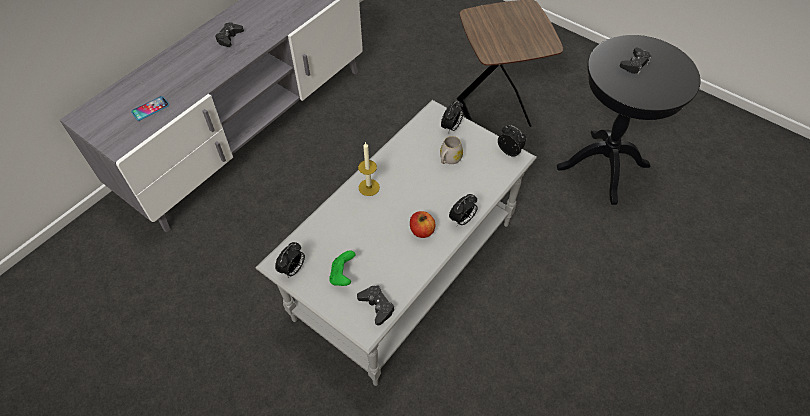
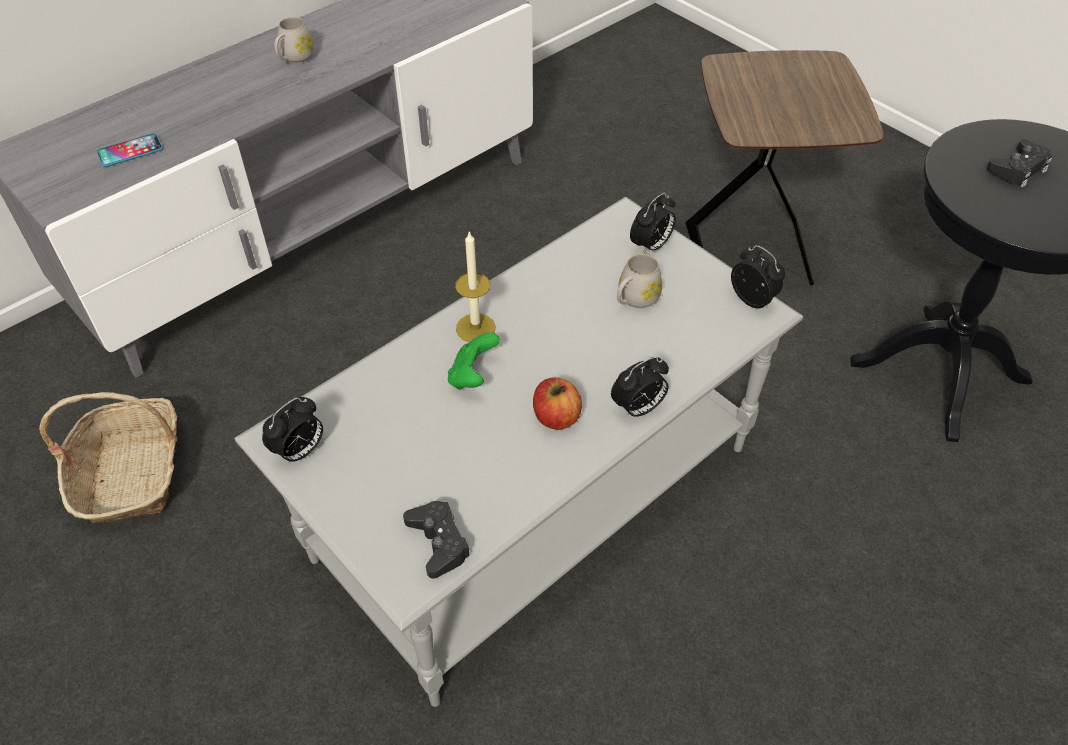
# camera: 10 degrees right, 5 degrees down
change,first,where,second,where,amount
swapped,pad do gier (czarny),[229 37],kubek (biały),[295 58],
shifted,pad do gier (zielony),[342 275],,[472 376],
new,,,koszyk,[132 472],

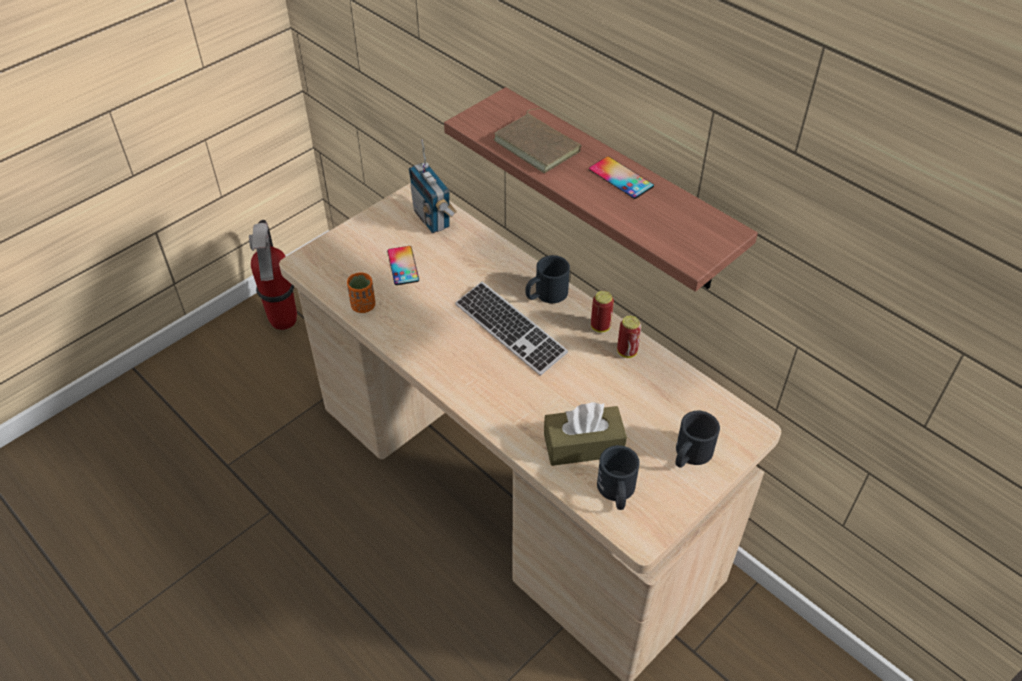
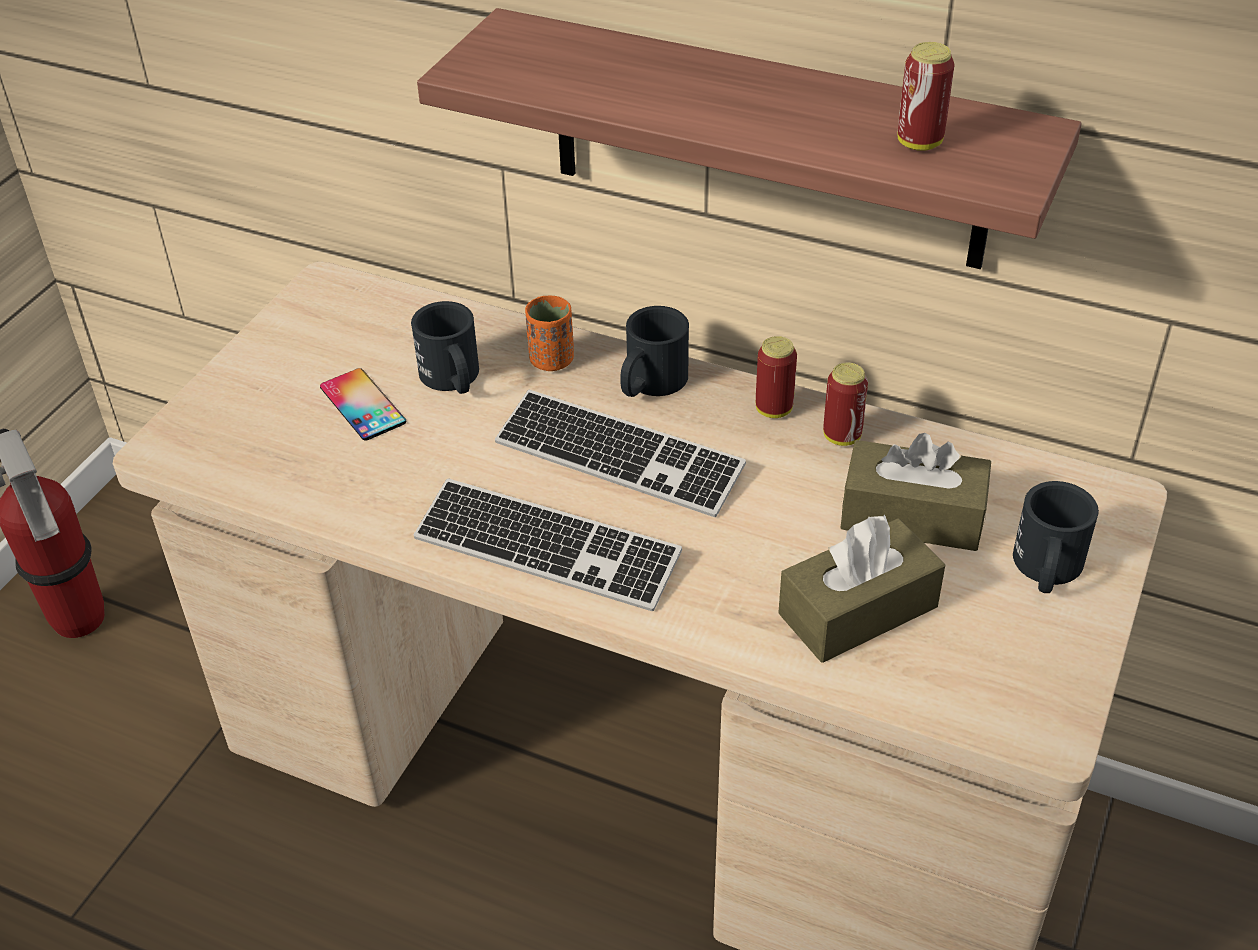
# camera: 20 degrees left, 5 degrees down
change,first,where,second,where,amount
gone,książka (brązowy),[539 146],,,
gone,radio,[432 219],,,
gone,telefon,[621 178],,,
shifted,filiżanka (pomarańczowy),[363 306],,[551 360],
shifted,kubek (czarny),[617 492],,[453 380],
new,,,puszka,[919 143],
new,,,pudełko chusteczek (brązowy),[912 516],
new,,,klawiatura,[546 549],

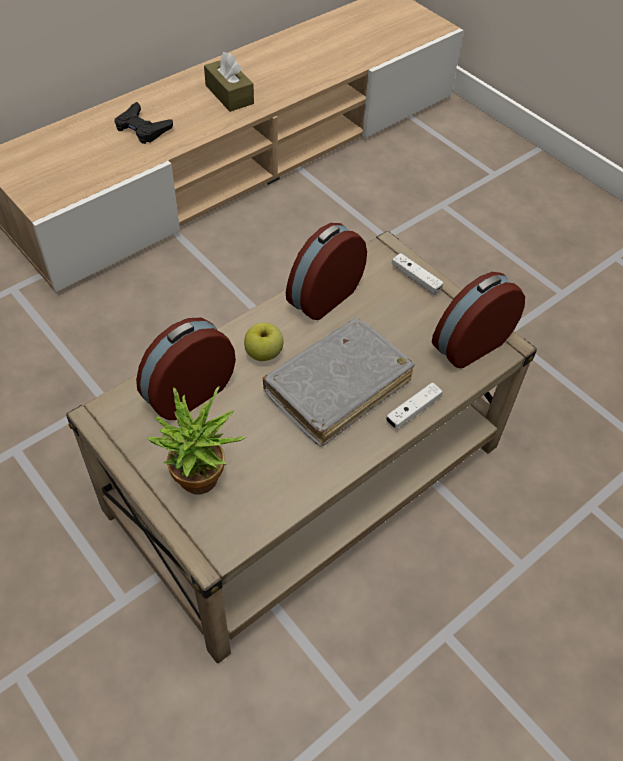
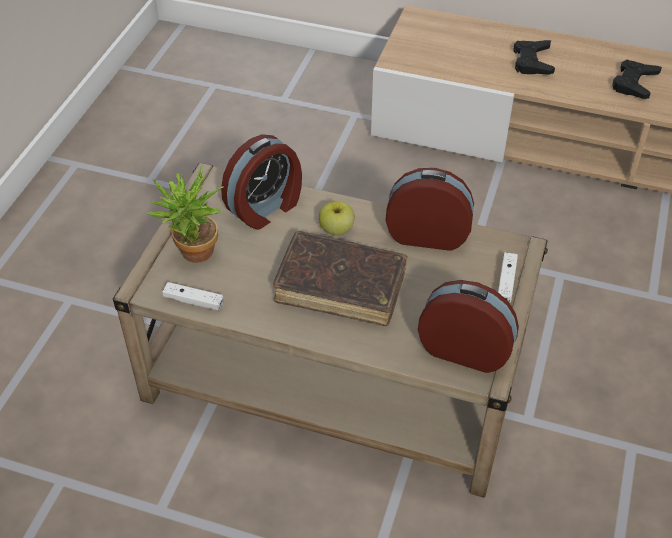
# camera: 60 degrees right, 5 degrees down
change,first,where,second,where,amount
swapped,pudełko chusteczek (brązowy),[229 94],pad do gier (czarny),[634 83],
rotated,budzik,[187 391],,[266 208],120 degrees clockwise
repainted,książka (szary),[337 388],książka (brązowy),[340 287],
shifted,pad do gier (biały),[413 410],,[194 301],

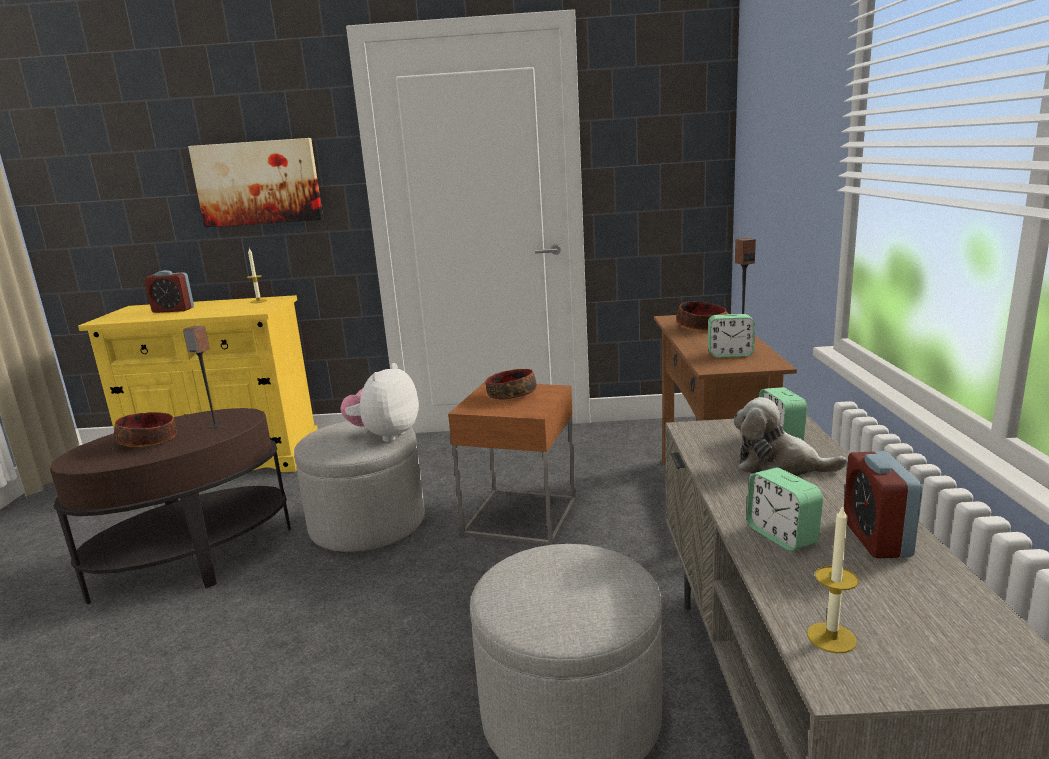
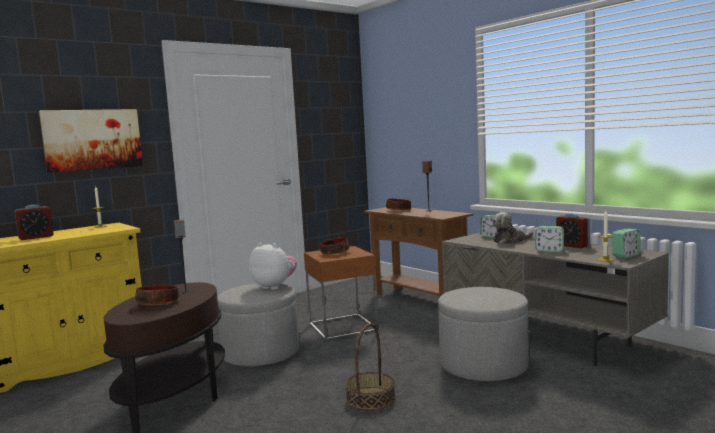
# camera: 40 degrees left, 10 degrees down
change,first,where,second,where,amount
shifted,budzik,[730 354],,[626 255],
rotated,pluszak,[385 435],,[274 286],135 degrees clockwise
new,,,koszyk,[370 398],

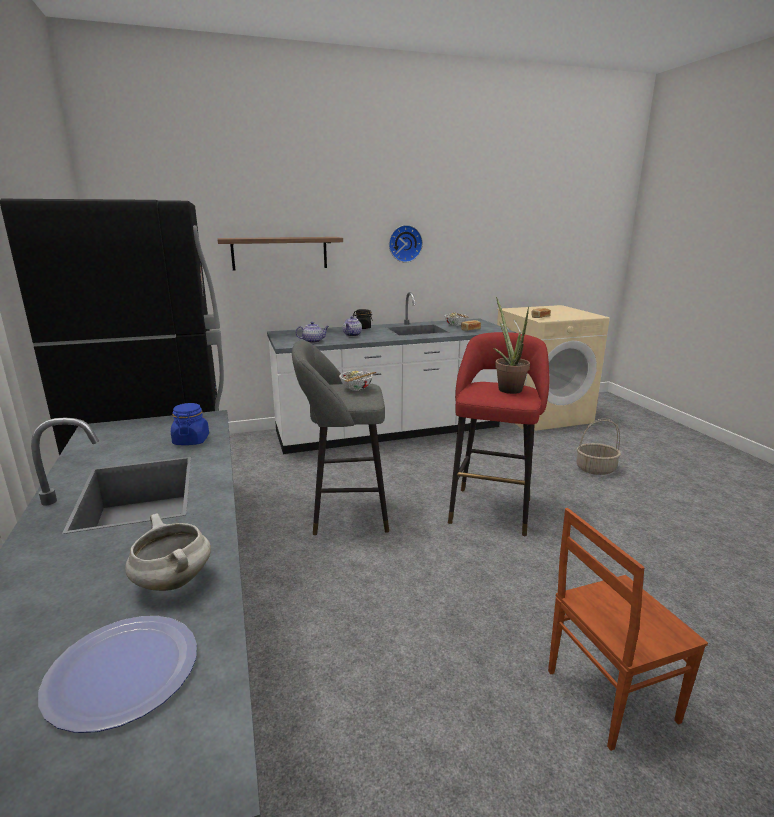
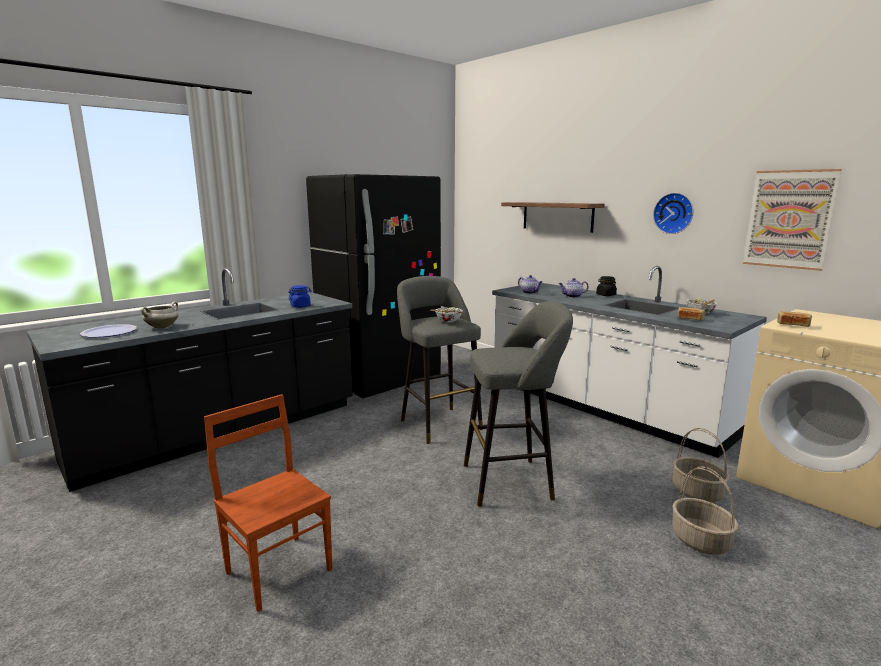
# camera: 65 degrees right, 5 degrees down
change,first,where,second,where,amount
gone,roślina doniczkowa,[507 388],,,
repainted,stołek (czerwony),[491 508],stołek (szary),[512 481],
new,,,obraz,[789 219],
new,,,koszyk,[697 492],

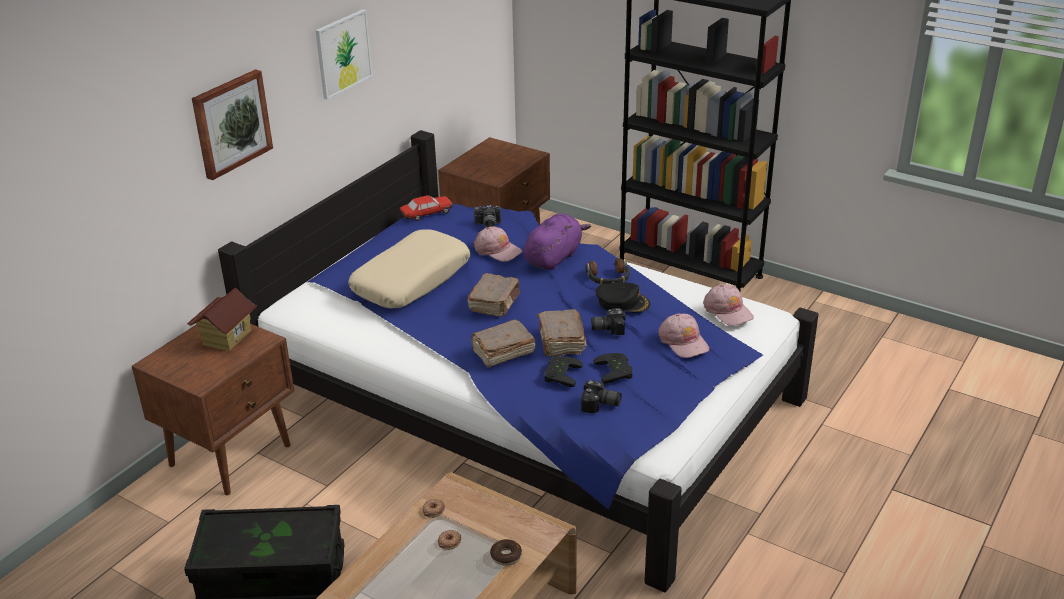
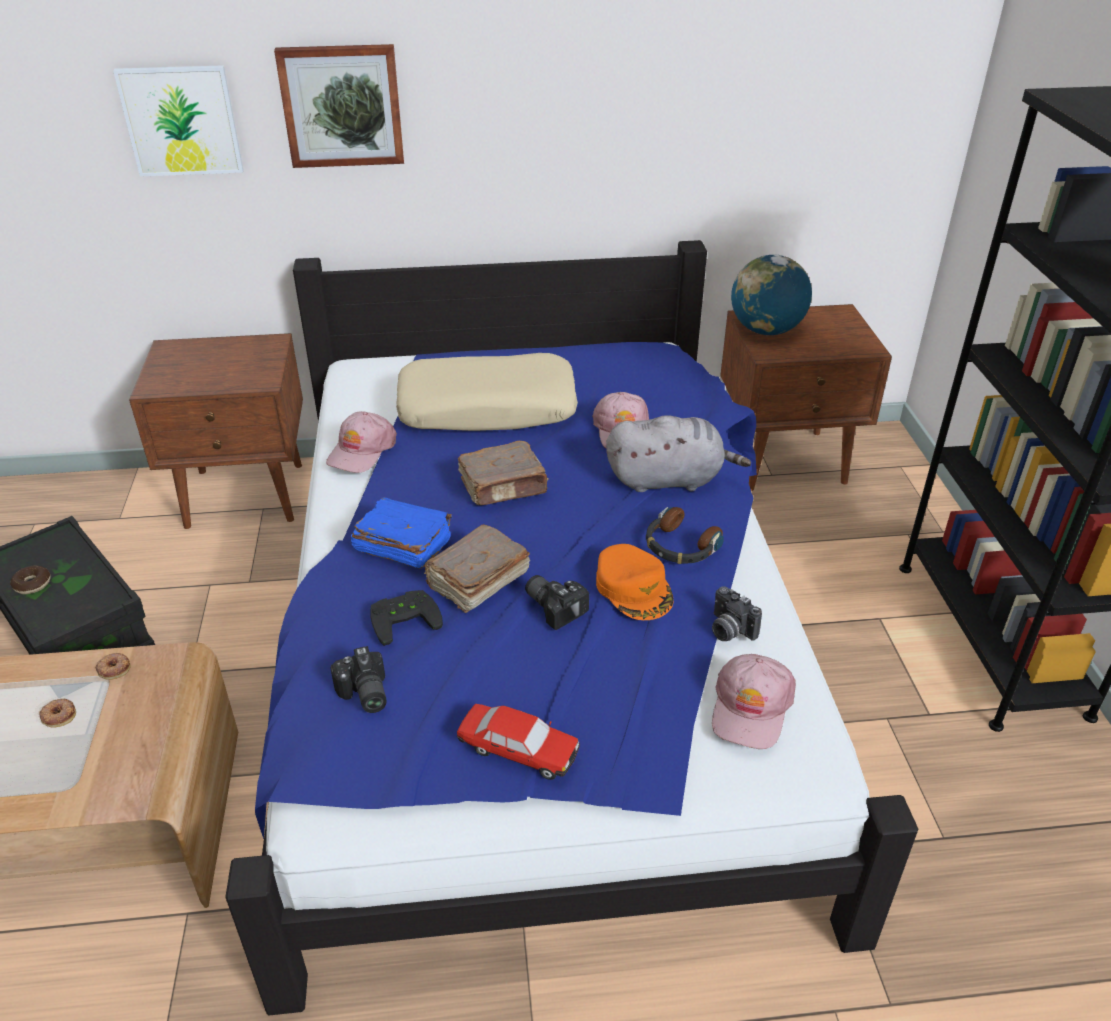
# camera: 50 degrees right, 5 degrees up
change,first,where,second,where,amount
shifted,obraz,[343 53],,[181 121],
shifted,samochodzik,[426 214],,[518 750],
shifted,aparat fotograficzny,[487 225],,[728 630],
repainted,pluszak (fioletowy),[554 258],pluszak (szary),[669 480],
repainted,czapka z daszkiem (czarny),[622 302],czapka z daszkiem (pomarańczowy),[634 588],
gone,domek,[226 338],,,
shifted,czapka z daszkiem (różowy),[683 341],,[361 451],
repainted,książka (brązowy),[502 352],książka (niebieski),[402 546],
gone,pad do gier (czarny),[616 371],,,
shifted,donut,[506 556],,[32 584],
new,,,globus,[766 331],

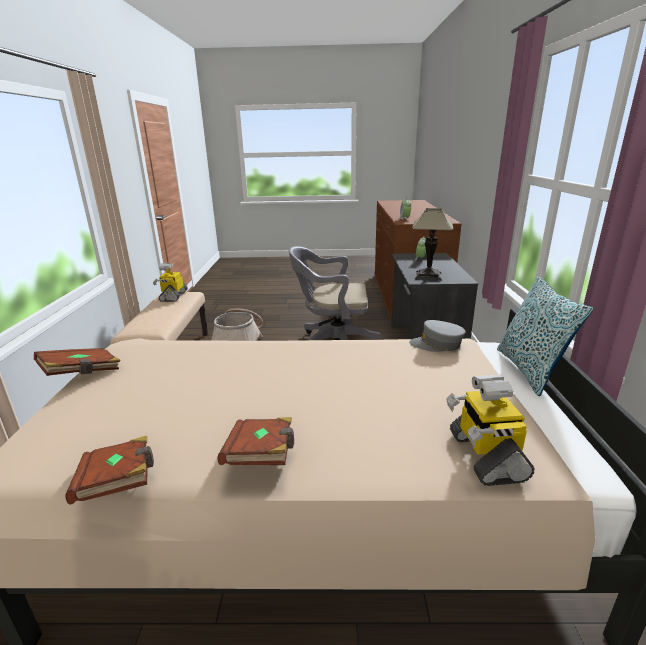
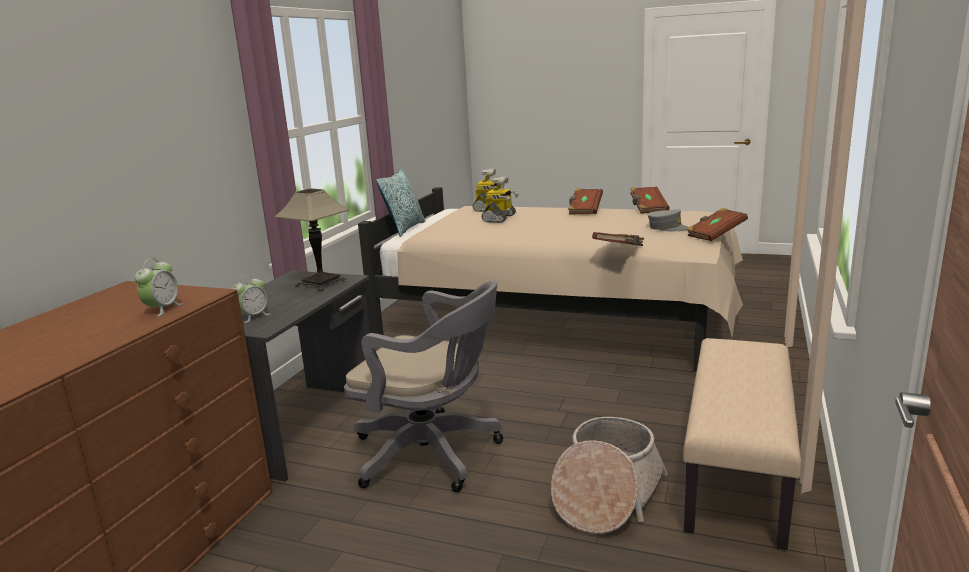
# camera: 160 degrees left, 5 degrees down
change,first,where,second,where,amount
shifted,robot zabawkowy,[173 296],,[500 218],
shifted,czapka z daszkiem (szary),[437 344],,[668 228],
new,,,książka (brązowy),[619 250],

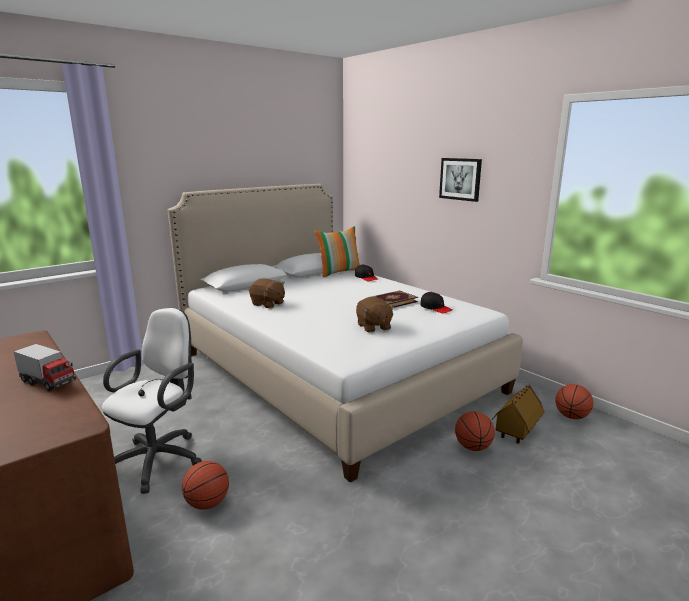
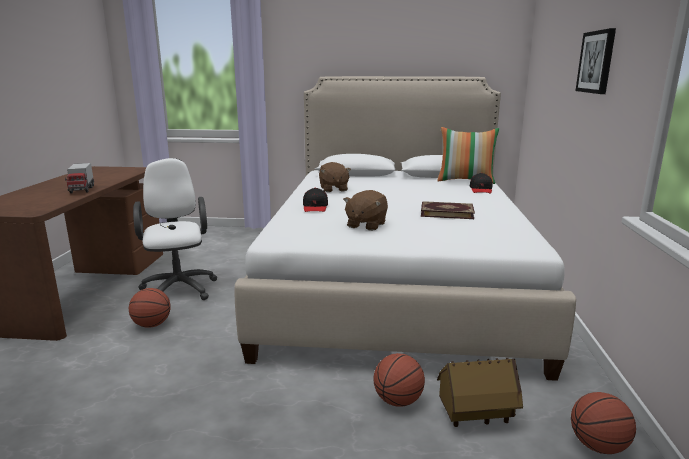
# camera: 45 degrees right, 0 degrees up
change,first,where,second,where,amount
shifted,czapka z daszkiem (czarny),[435 308],,[315 207],
rotated,krzesło biurowe (biały),[160 458],,[179 287],90 degrees counterclockwise

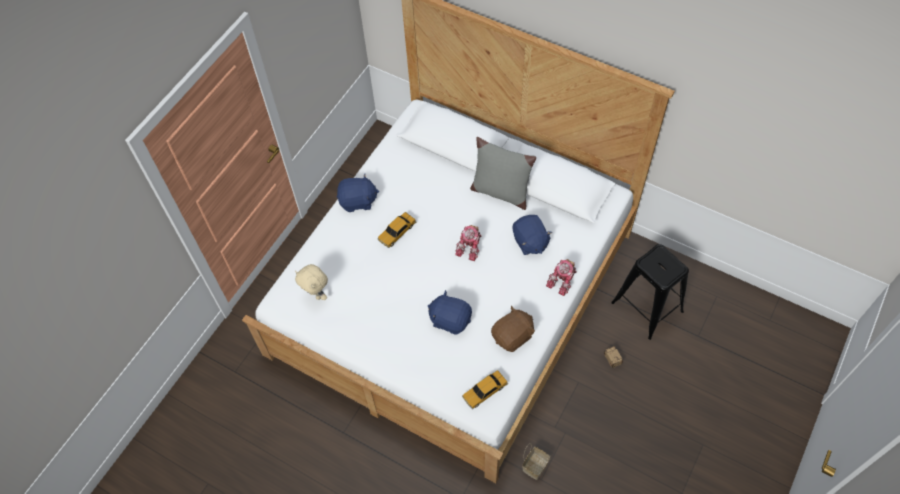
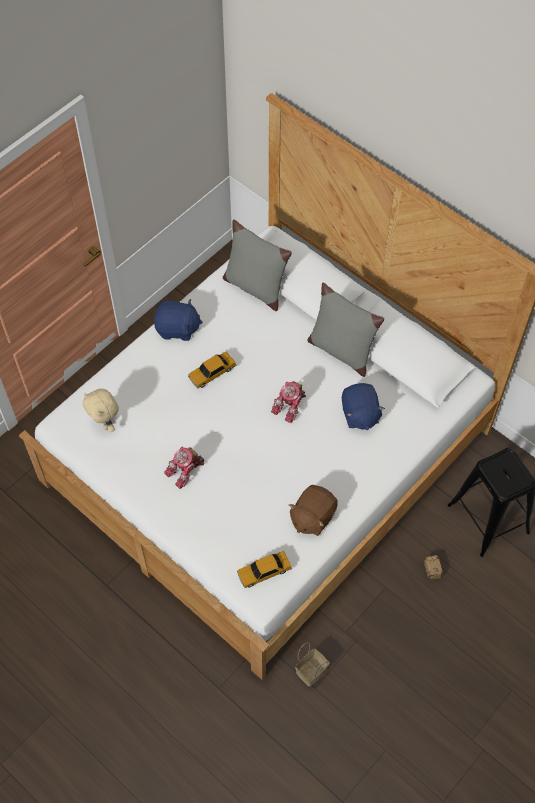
# camera: 10 degrees right, 0 degrees up
change,first,where,second,where,amount
shifted,robot zabawkowy,[563 280],,[186 471],
gone,pluszak (niebieski),[450 319],,,
rotated,pluszak (brązowy),[513 336],,[312 517],150 degrees clockwise
new,,,poduszka (szary),[255 287],

